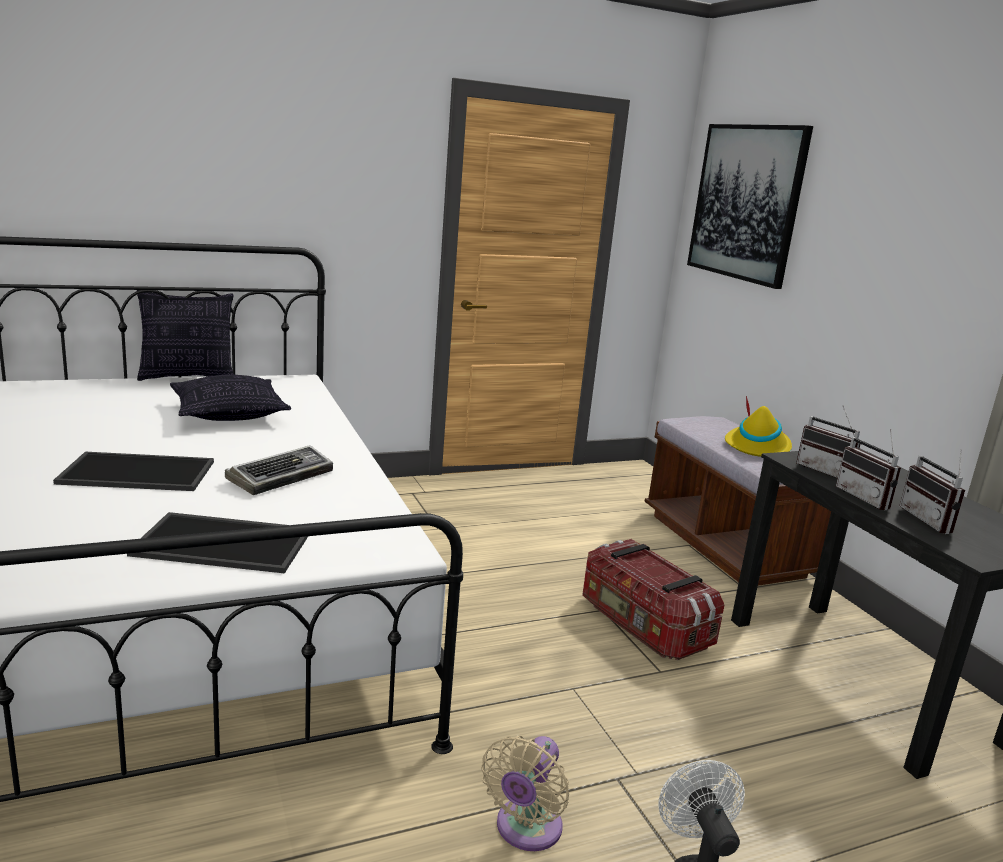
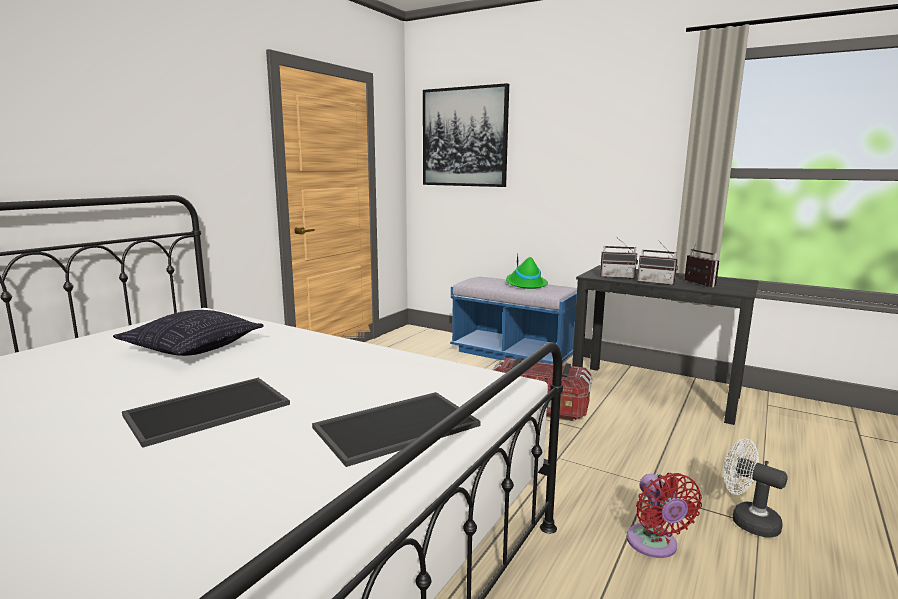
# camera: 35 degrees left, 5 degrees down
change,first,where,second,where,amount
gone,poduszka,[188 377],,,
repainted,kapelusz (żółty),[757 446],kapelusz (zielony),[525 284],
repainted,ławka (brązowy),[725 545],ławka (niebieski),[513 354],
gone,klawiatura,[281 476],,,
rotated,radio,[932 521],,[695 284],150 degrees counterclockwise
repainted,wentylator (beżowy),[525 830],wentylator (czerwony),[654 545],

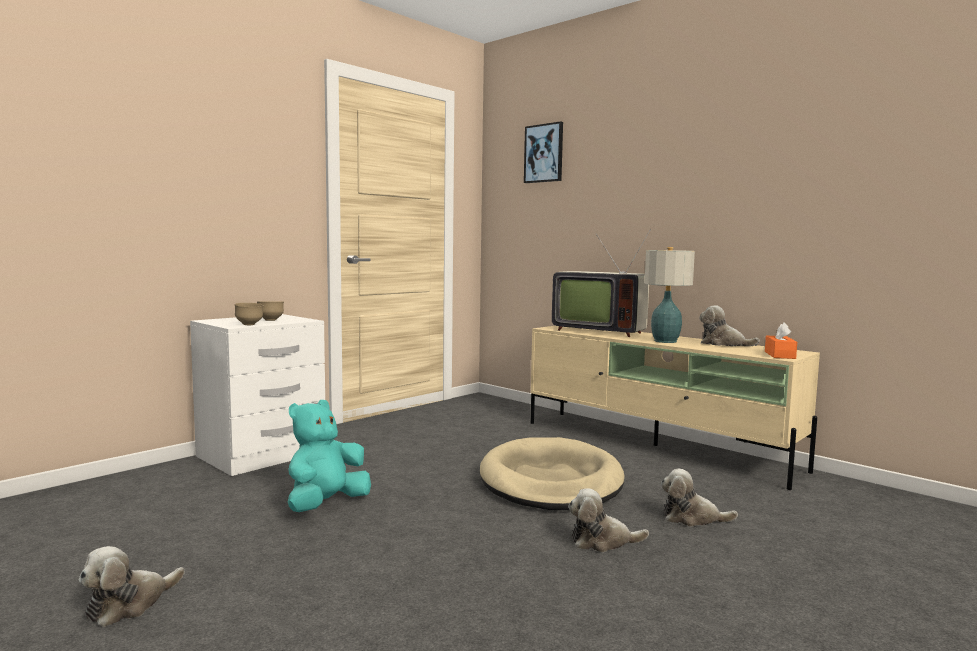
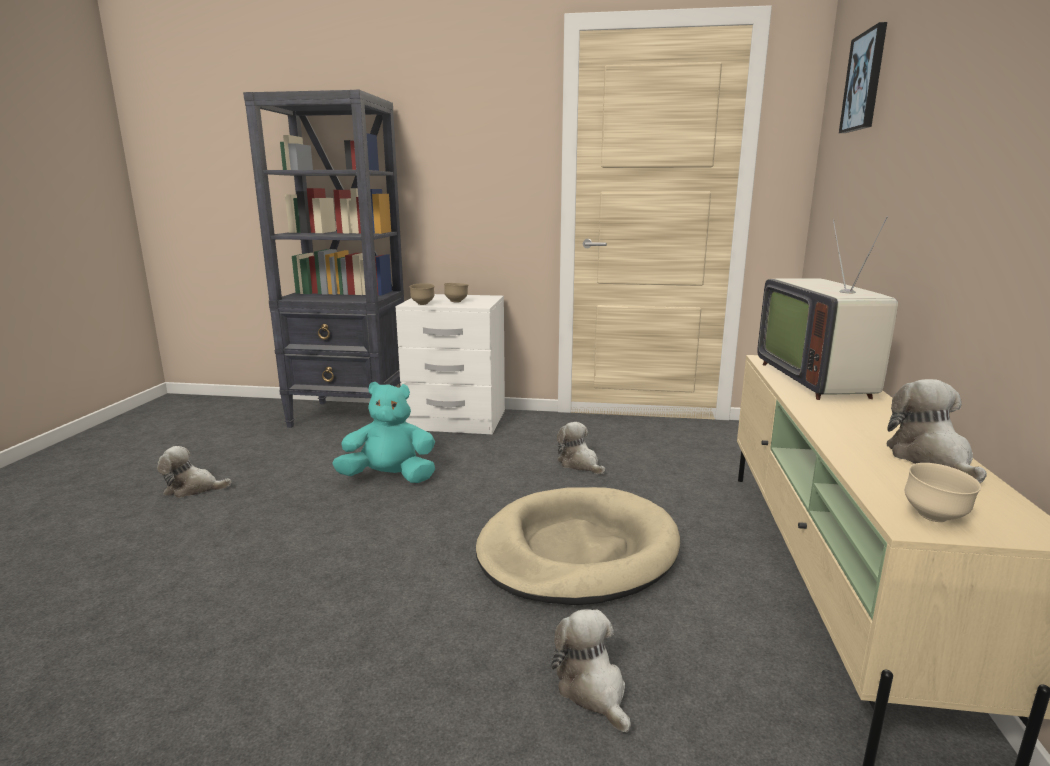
# camera: 55 degrees right, 10 degrees up
change,first,where,second,where,amount
gone,lampa stołowa,[666 341],,,
swapped,pudełko chusteczek (pomarańczowy),[779 355],miska (beżowy),[935 518],
shifted,pluszak,[602 541],,[580 464],
new,,,regał (czarny),[351 416],

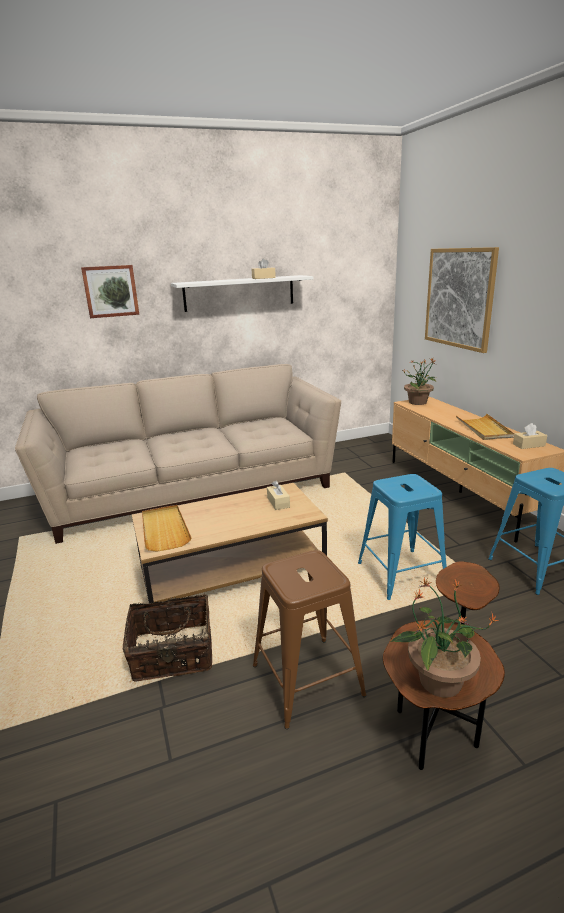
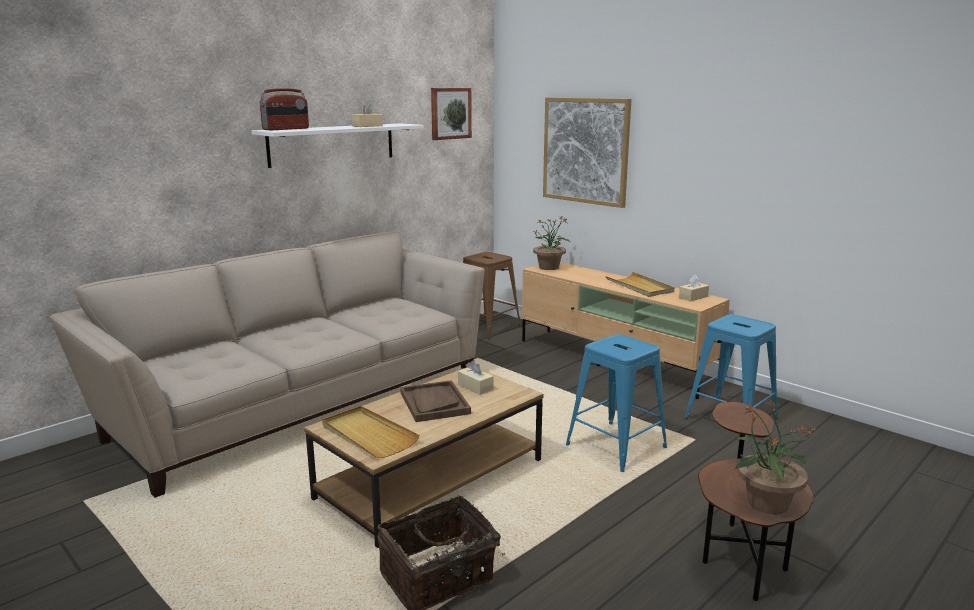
# camera: 25 degrees left, 5 degrees down
change,first,where,second,where,amount
shifted,obraz,[110 291],,[450 113],
shifted,stołek (brązowy),[306 680],,[487 327],
new,,,radio,[286 129],
new,,,taca (brązowy),[434 403],

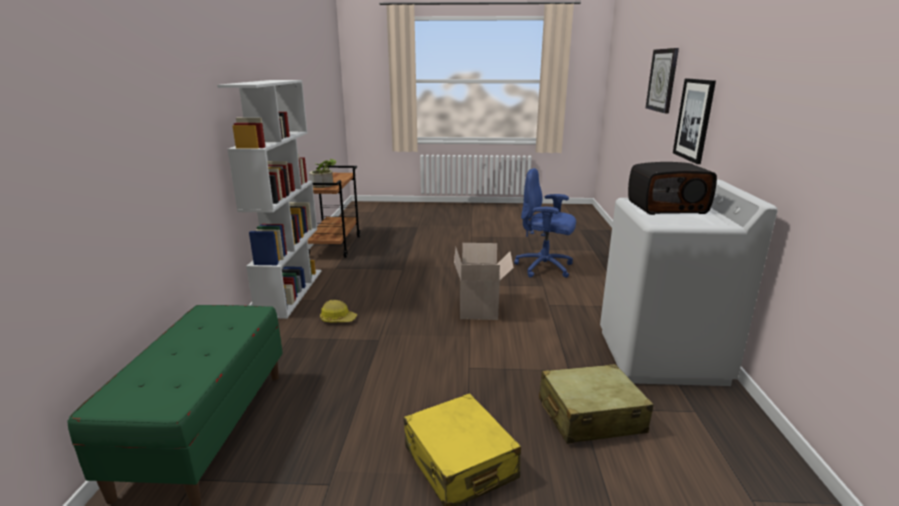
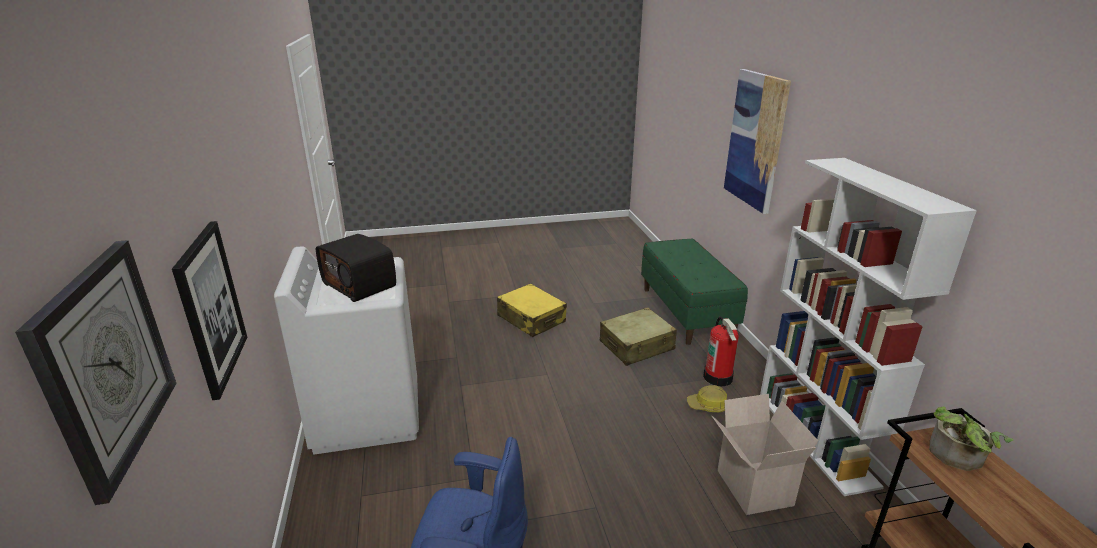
# camera: 165 degrees right, 5 degrees up
change,first,where,second,where,amount
rotated,radio,[666 207],,[360 284],120 degrees counterclockwise
shifted,karton,[480 309],,[751 487],
shifted,walizka (beżowy),[590 416],,[637 346],
new,,,obraz,[756 140],
new,,,gaśnica,[718 377],

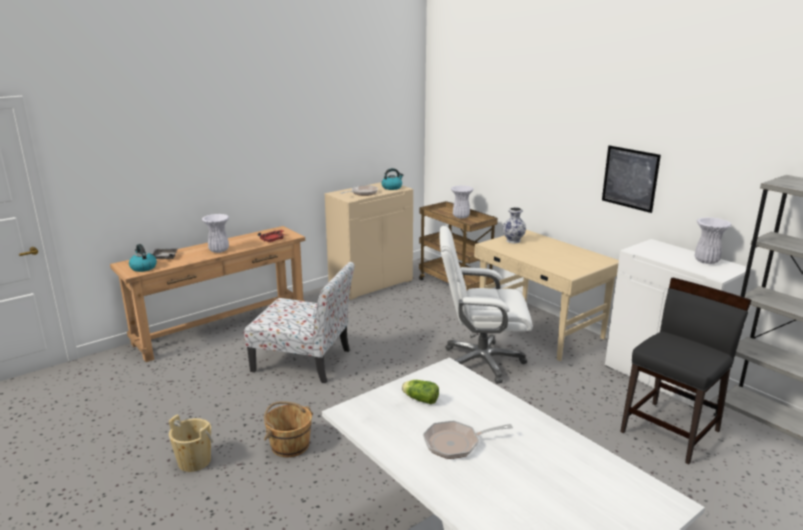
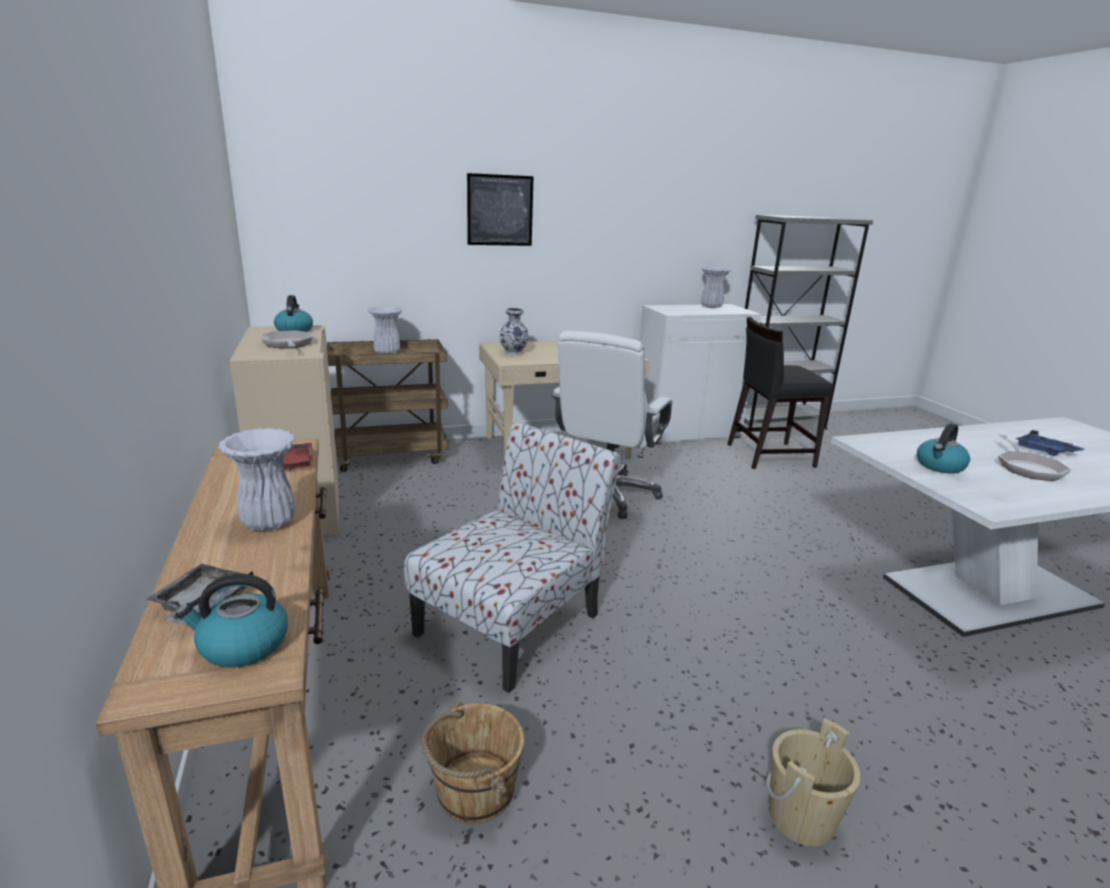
# camera: 70 degrees left, 0 degrees up
change,first,where,second,where,amount
shifted,obraz,[630 178],,[500 210],
rotated,krzesło (czarny),[671 431],,[769 455],75 degrees counterclockwise
swapped,sałata,[419 399],czajnik,[940 466],
shifted,wiadro (brązowy),[289 445],,[473 790],
new,,,taca (niebieski),[1044 451],

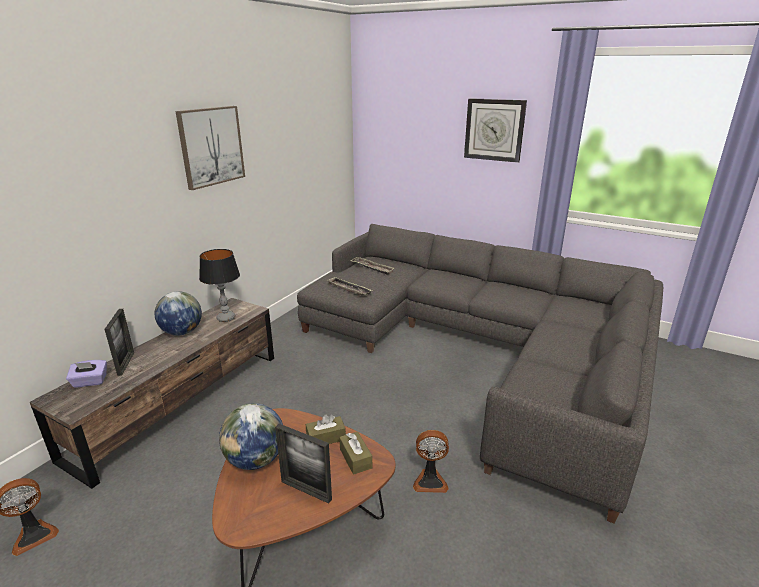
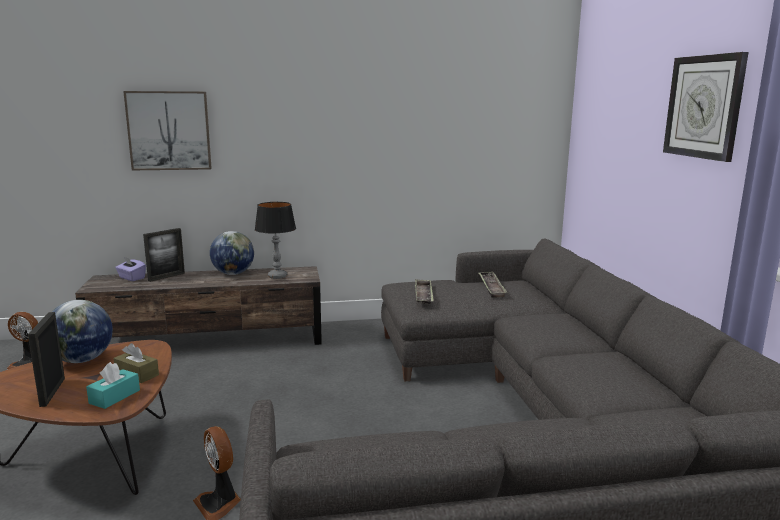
# camera: 50 degrees right, 10 degrees down
change,first,where,second,where,amount
shifted,obraz,[211 146],,[169 130],
repainted,pudełko chusteczek (brązowy),[355 458],pudełko chusteczek (turkusowy),[114 397],

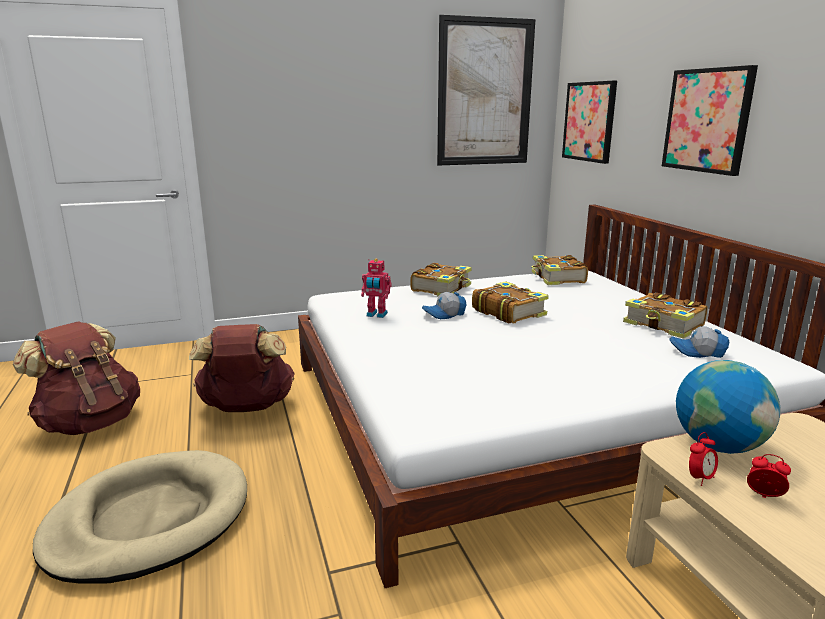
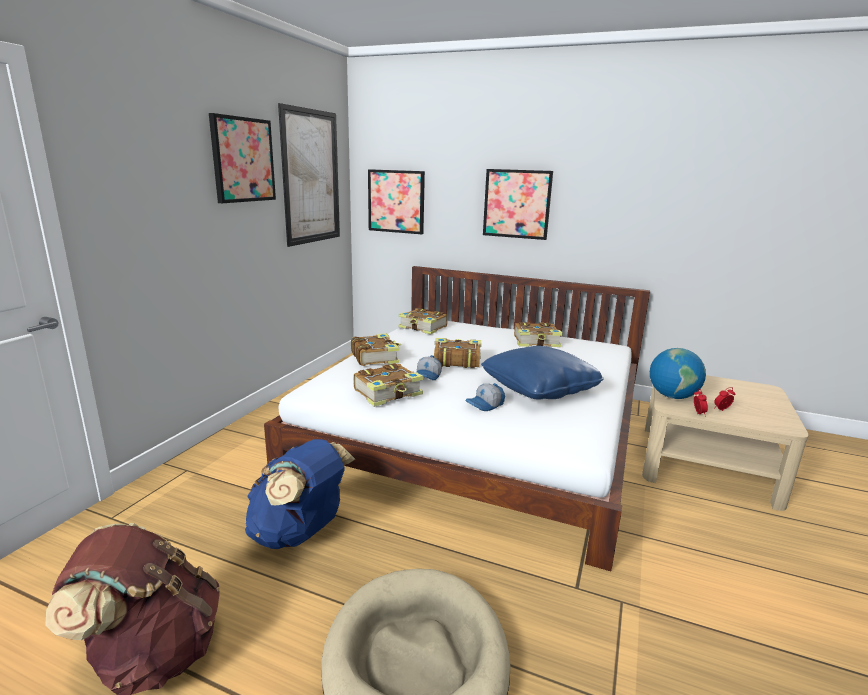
# camera: 50 degrees left, 0 degrees up
change,first,where,second,where,amount
swapped,robot zabawkowy,[376 315],książka,[388 393],
repainted,plecak (brązowy),[247 408],plecak (niebieski),[300 533],
shifted,czapka z daszkiem,[698 352],,[485 405],
new,,,obraz,[242 160],
new,,,poduszka (niebieski),[539 389],

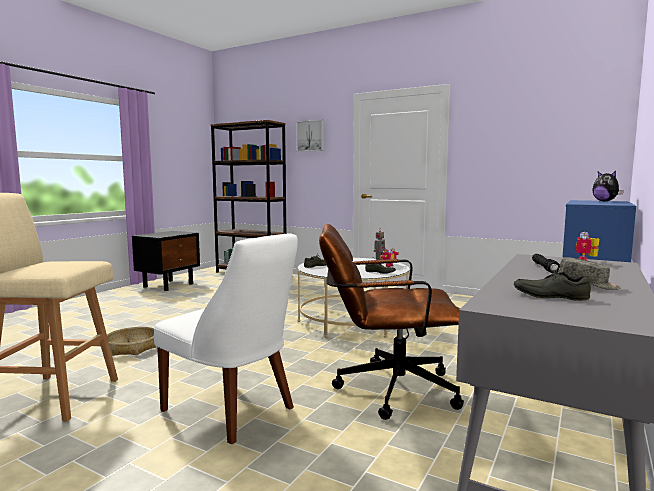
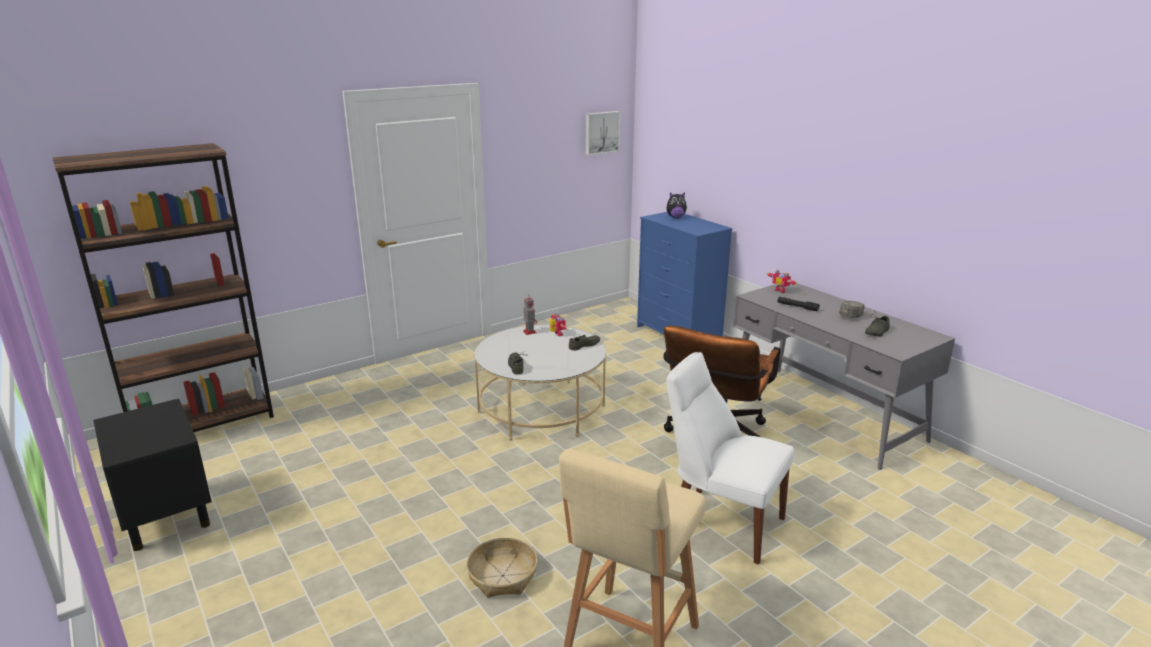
# camera: 65 degrees left, 15 degrees up
change,first,where,second,where,amount
shifted,obraz,[310 136],,[601 132],
rotated,krzesło (biały),[232 411],,[720 521],120 degrees counterclockwise

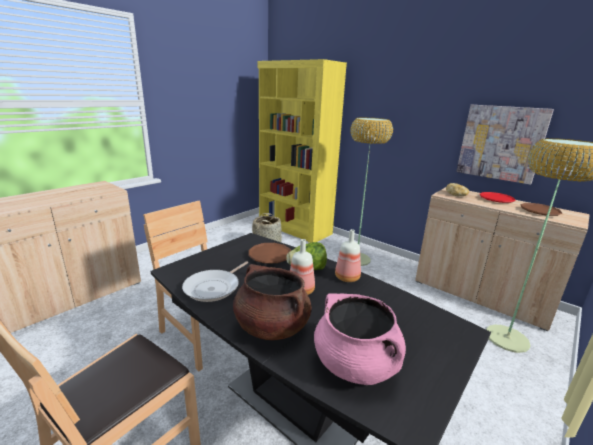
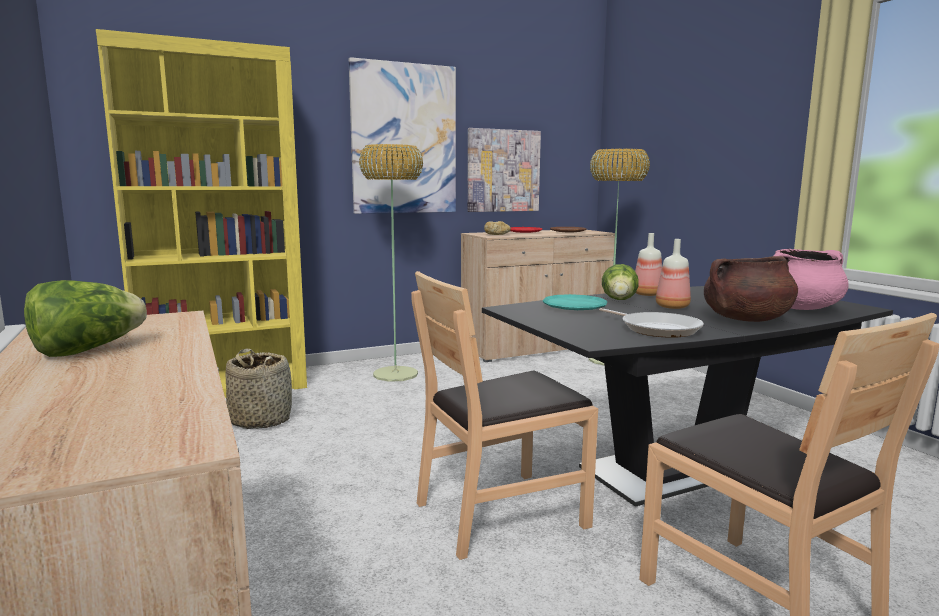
# camera: 65 degrees left, 10 degrees down
change,first,where,second,where,amount
repainted,talerz (brązowy),[270 256],talerz (turkusowy),[574 307],
new,,,obraz,[404 139],
new,,,sałata,[87 350],

